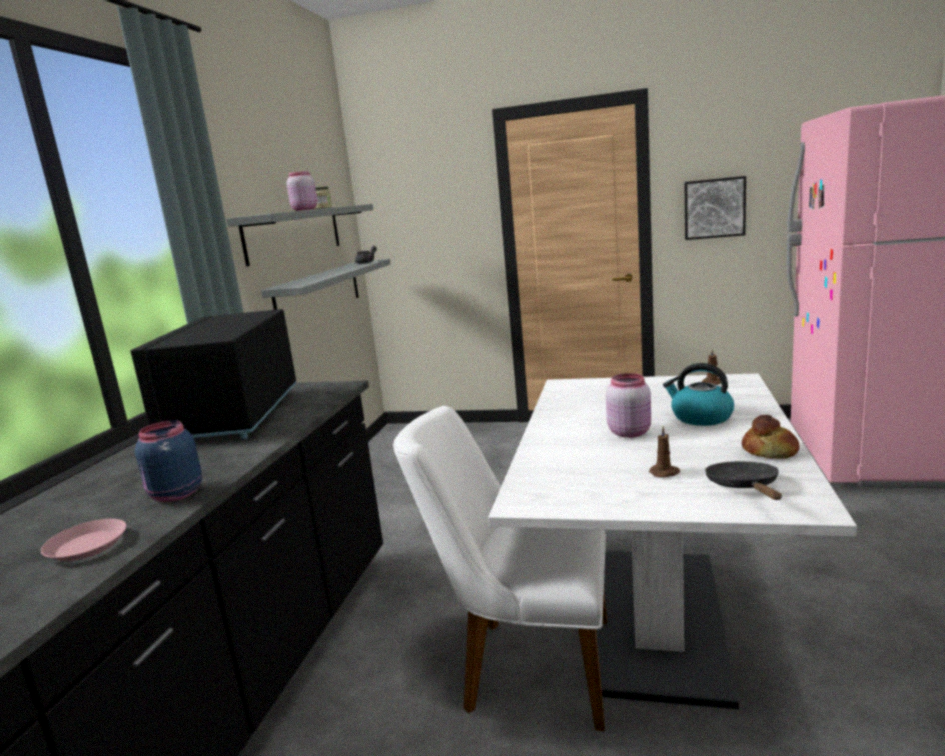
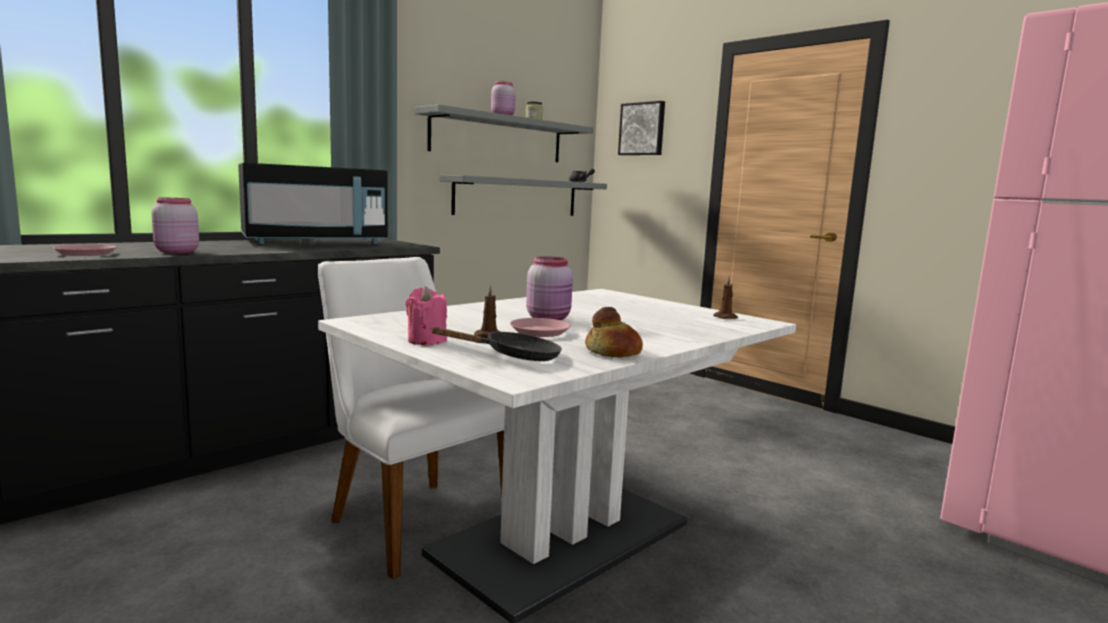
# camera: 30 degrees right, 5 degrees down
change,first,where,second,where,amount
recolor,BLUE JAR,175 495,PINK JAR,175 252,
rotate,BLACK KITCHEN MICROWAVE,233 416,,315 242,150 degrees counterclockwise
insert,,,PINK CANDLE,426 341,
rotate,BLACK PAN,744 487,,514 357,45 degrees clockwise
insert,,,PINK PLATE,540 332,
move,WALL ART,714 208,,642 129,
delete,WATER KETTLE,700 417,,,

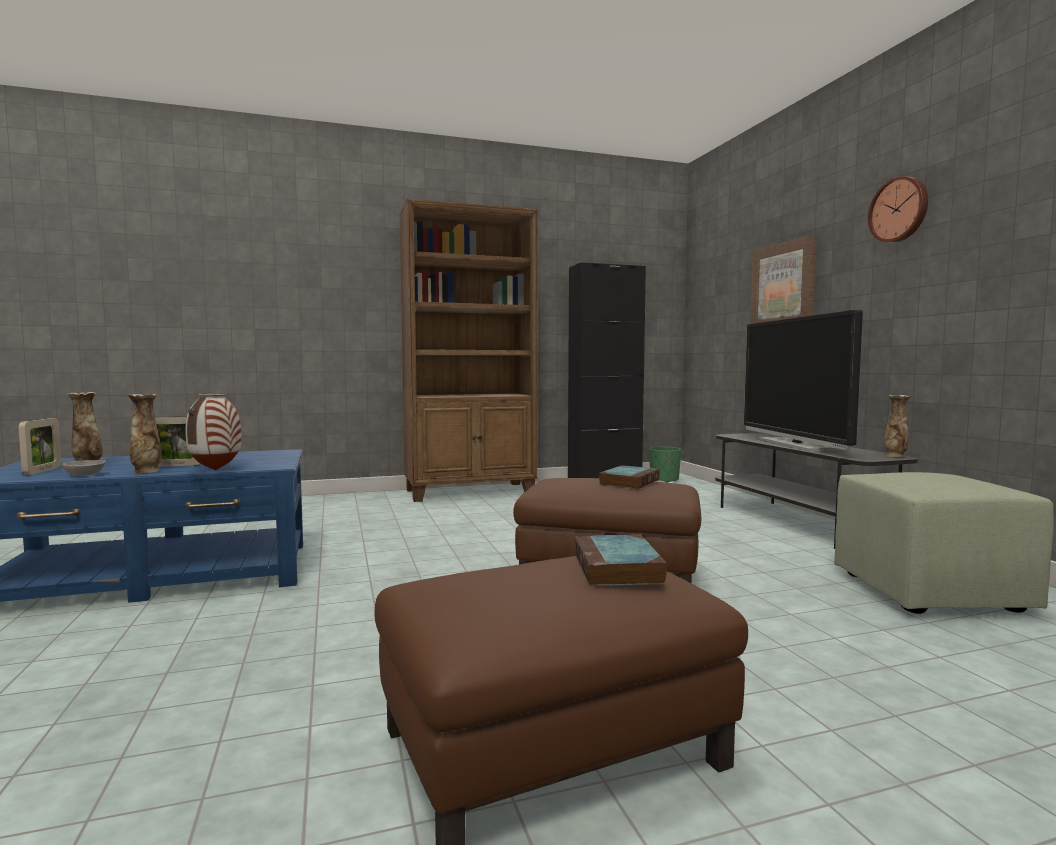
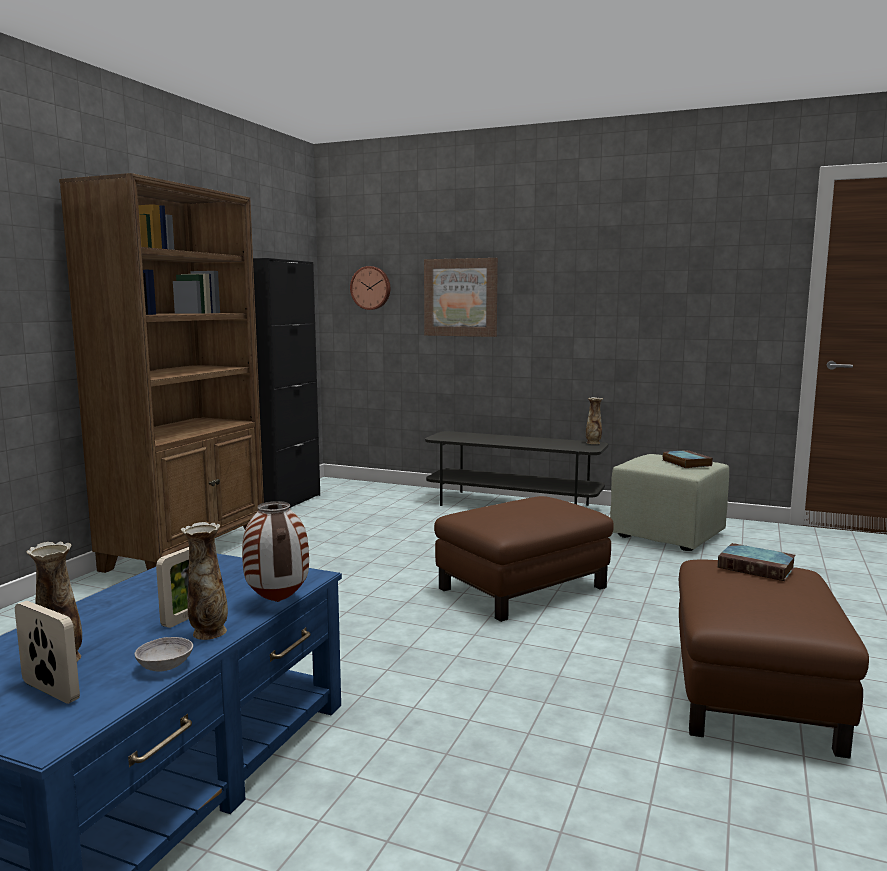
# camera: 50 degrees left, 5 degrees up
change,first,where,second,where,amount
move,HANGING CLOCK,899 210,,371 288,
move,VOLUME,629 482,,685 463,
delete,GREENISH PLANTER,664 480,,,
delete,TV,796 445,,,

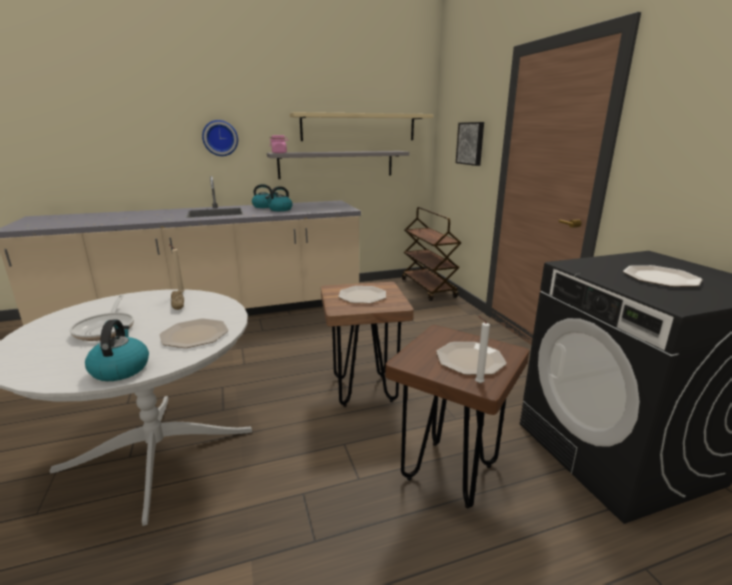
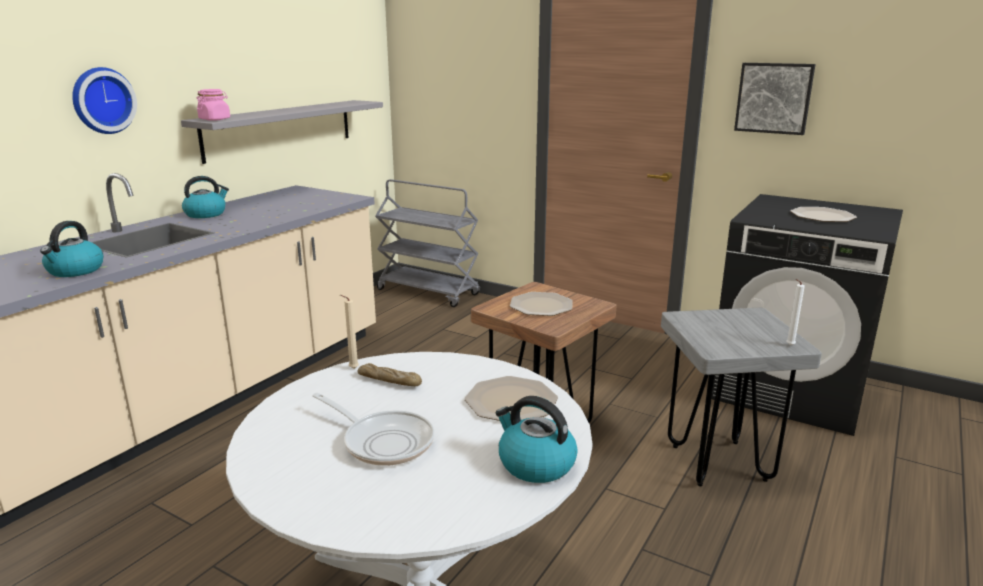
# camera: 40 degrees left, 0 degrees up
change,first,where,second,where,amount
move,WATER KETTLE,280 209,,75 271,
recolor,BROWN CART,428 288,GREYISH CART,429 292,
recolor,BROWN SITTING STOOL,449 472,GREYISH SITTING STOOL,718 463,
move,WALL ART,471 143,,774 98,
delete,BEIGE-COLOURED BRACKET SHELF,359 127,,,
delete,PLATE,470 359,,,

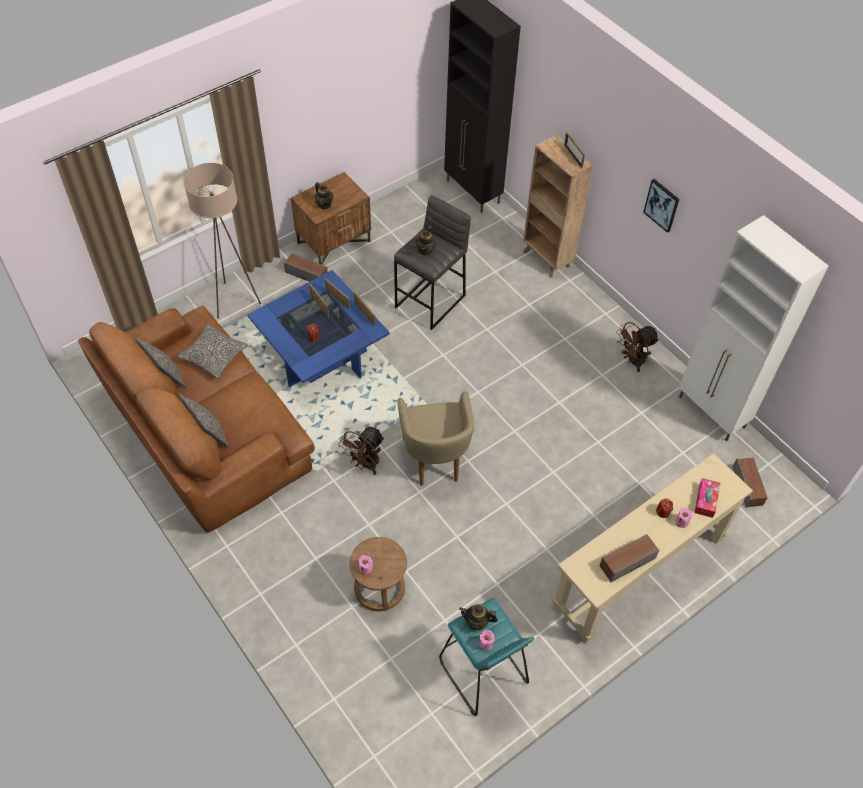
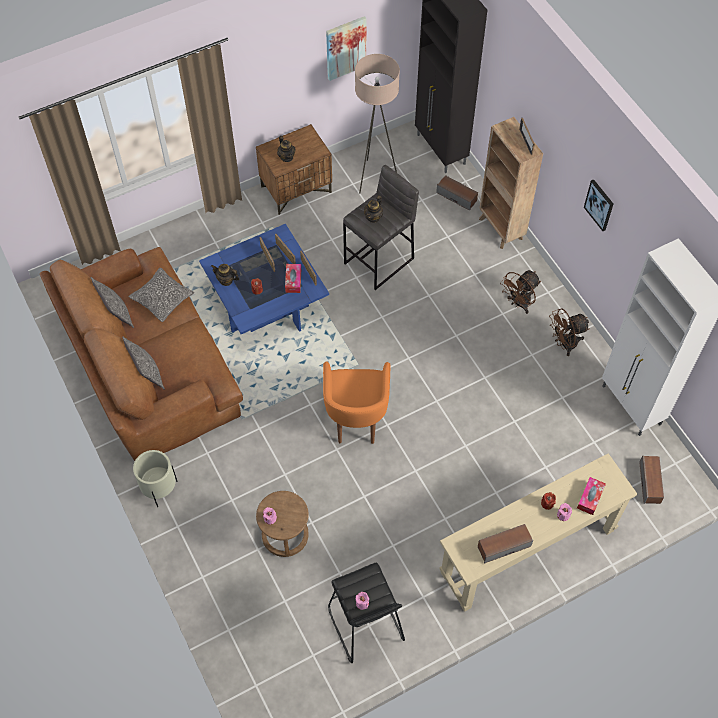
# camera: 10 degrees right, 5 degrees up
change,first,where,second,where,amount
insert,,,BEIGE-COLOURED PLANTER,159 489,
move,TEA POT,477 622,,226 280,
insert,,,TISSUE HOLDER,293 281,
recolor,BEIGE-COLOURED EASY CHAIR,434 460,ORANGE EASY CHAIR,356 420,
insert,,,WALL ART,345 47,
recolor,TURQUOISE-COLOURED SITTING STOOL,482 672,BLACK SITTING STOOL,365 625,
move,BEIGE-COLOURED FLOOR LAMP,234 301,,375 178,
move,LOUDSPEAKER,306 274,,456 196,
move,BROWN FAN,365 464,,519 304,

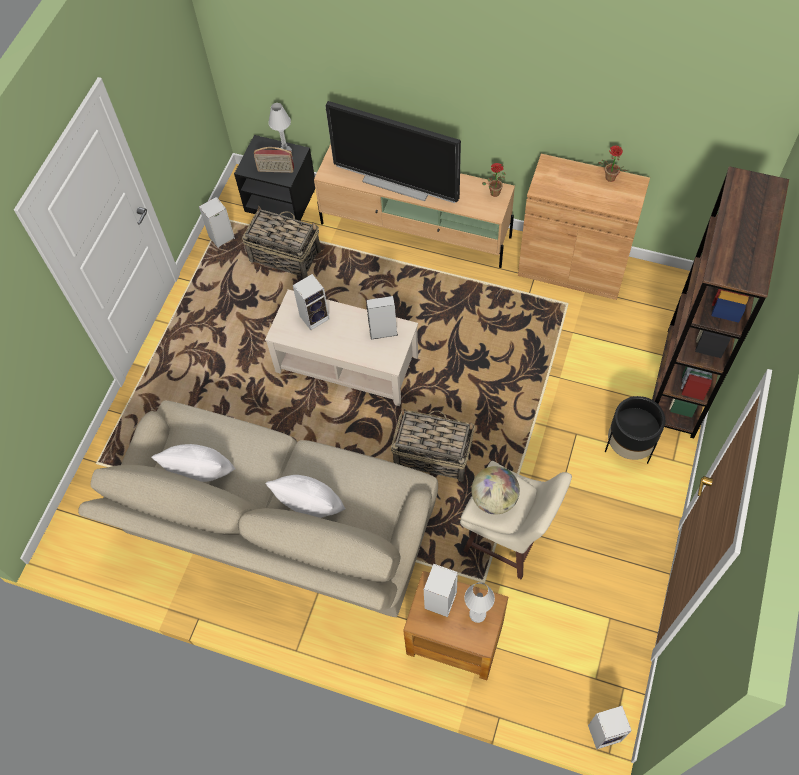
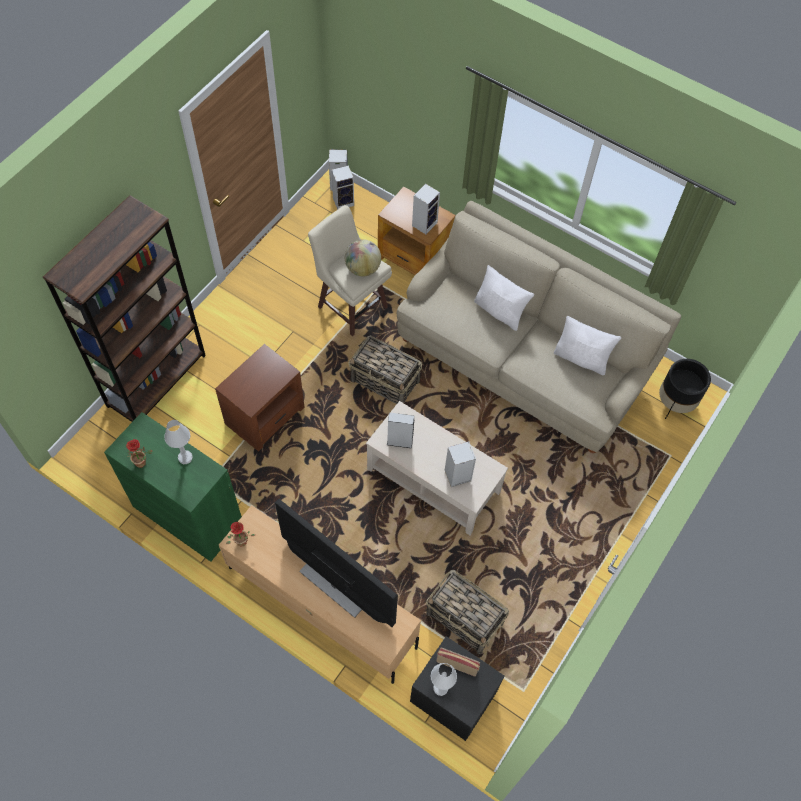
# camera: 170 degrees left, 0 degrees up
change,first,where,second,where,amount
recolor,BROWN CABINET,572 267,GREENISH CABINET,188 514,
move,WHITE-COLOURED LAMP FOR A TABLE,477 614,,185 457,
insert,,,BROWN ACCENT TABLE,265 415,
move,LOUDSPEAKER,221 239,,344 201,
move,BLACK PLANTER,628 446,,675 403,

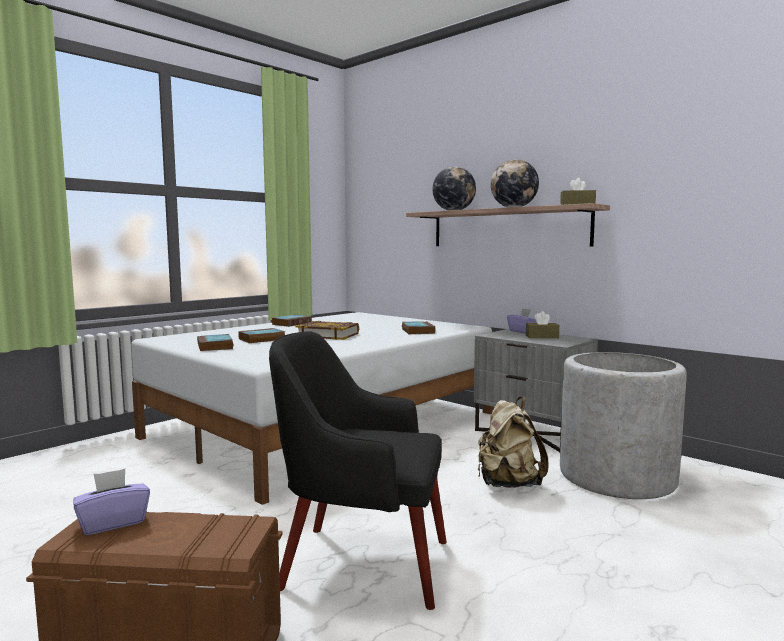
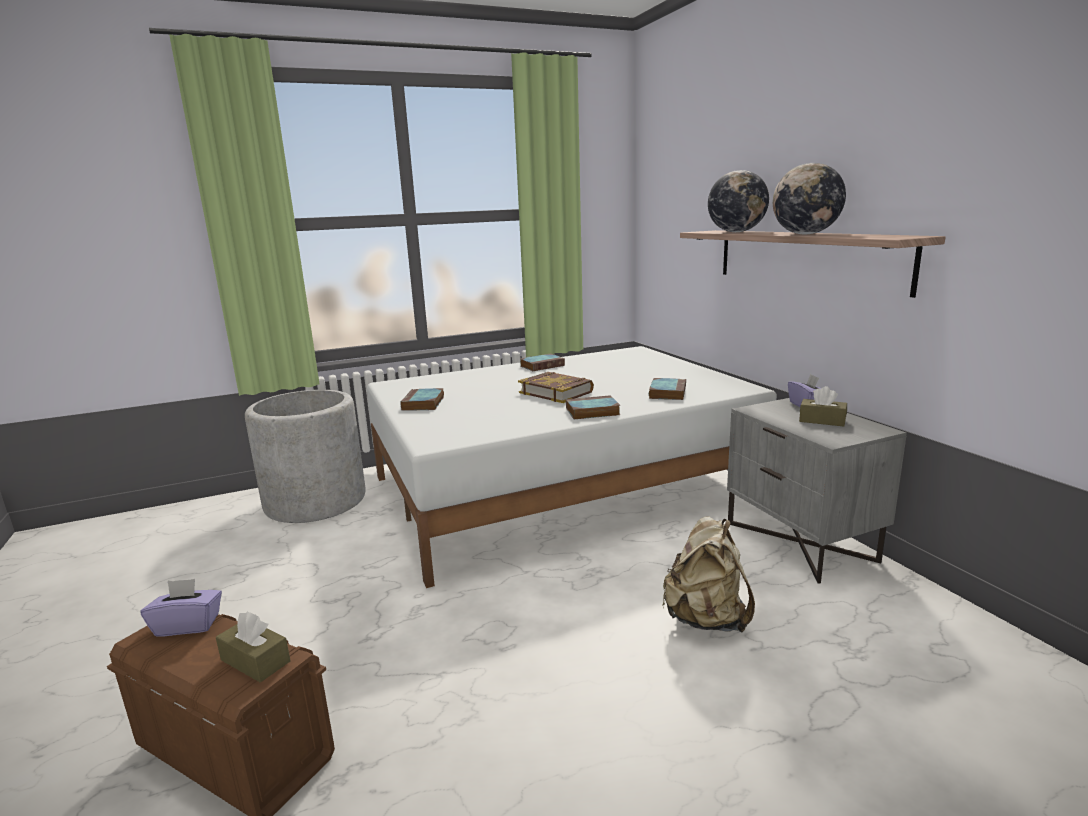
# camera: 25 degrees right, 10 degrees up
change,first,where,second,where,amount
move,BROWN TISSUE HOLDER,577 205,,255 661,
move,GREYISH PLANTER,616 476,,316 501,
move,VOLUME,261 339,,591 412,
delete,BLACK EASY CHAIR,360 563,,,

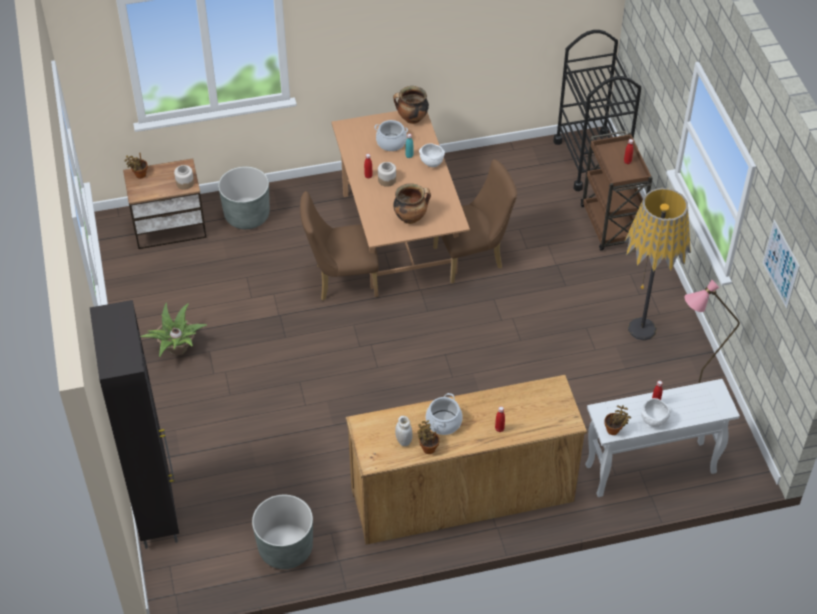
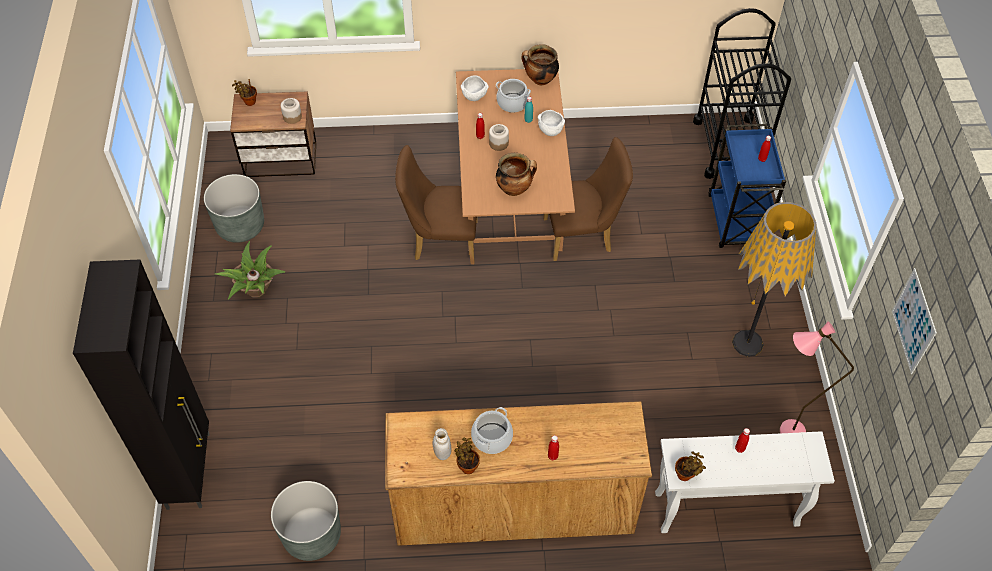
# camera: 10 degrees right, 5 degrees up
change,first,where,second,where,amount
move,GREYISH PLANTER,247 215,,240 226,
move,WHITE-COLOURED BOWL,654 419,,474 96,
recolor,BROWN CART,611 226,BLUE CART,736 222,

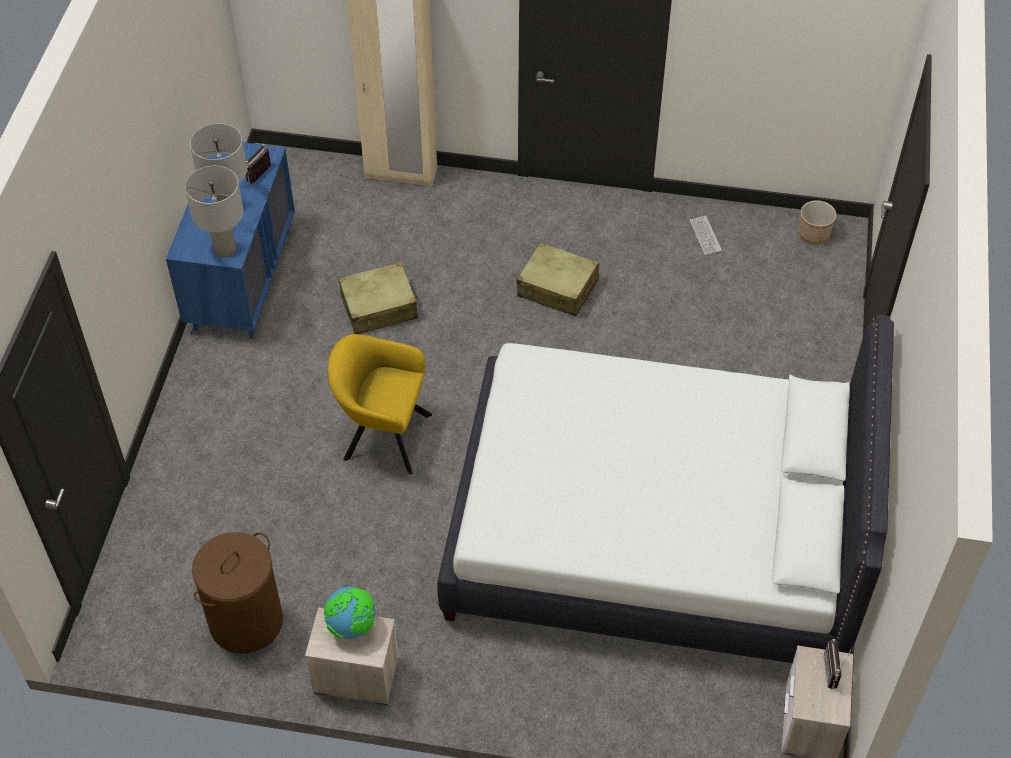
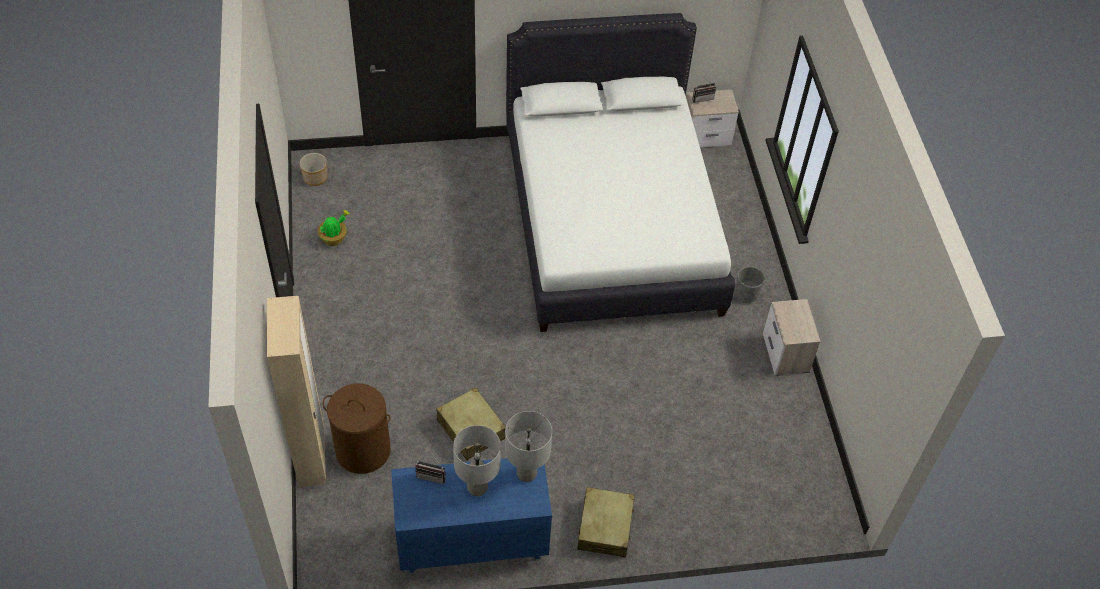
# camera: 110 degrees left, 0 degrees up
change,first,where,second,where,amount
replace,COMPUTER KEYBOARD,705 236,PLANT IN A POT,334 238,
move,BROWN LAUNDRY BASKET,246 621,,362 450,
move,BEIGE-COLOURED SUITCASE,558 288,,605 527,
insert,,,GREYISH PLANTER,746 294,
delete,WORLD GLOBE,352 626,,,
delete,YELLOW EASY CHAIR,382 435,,,

